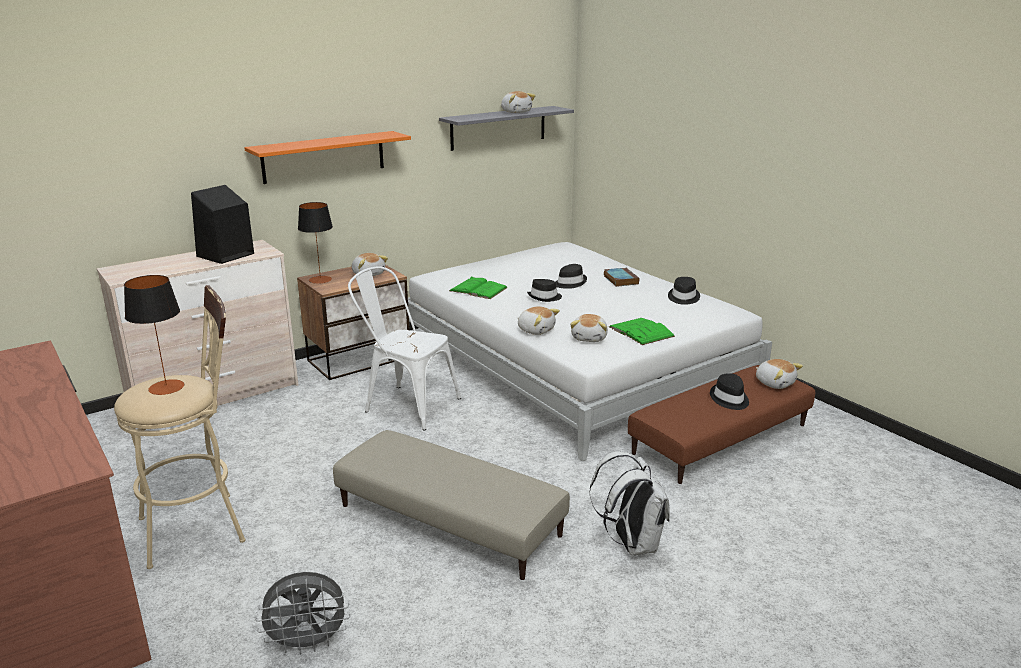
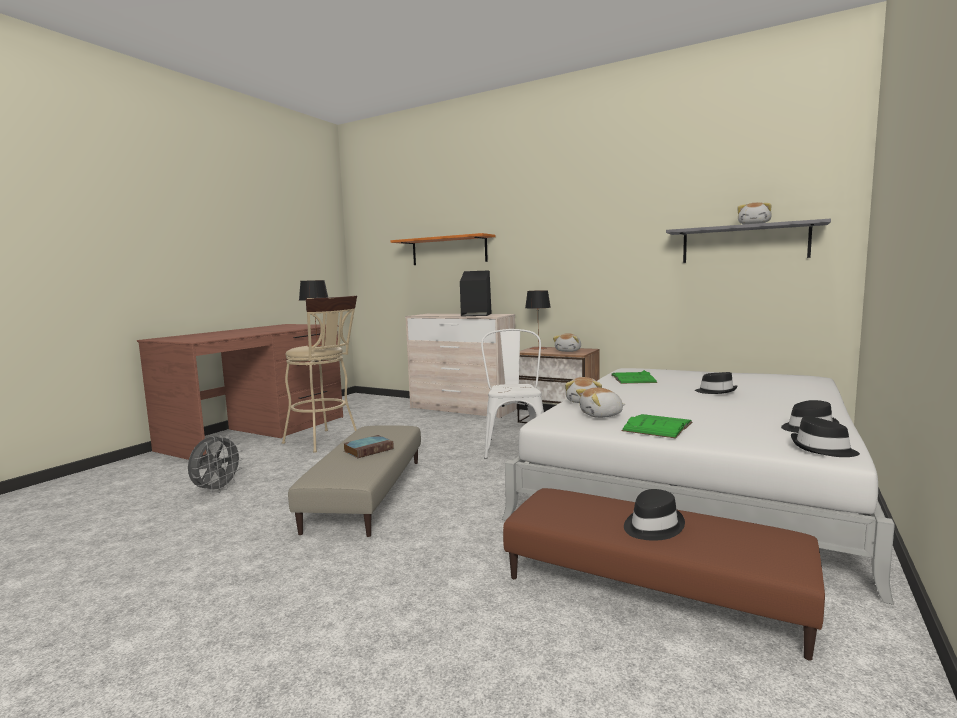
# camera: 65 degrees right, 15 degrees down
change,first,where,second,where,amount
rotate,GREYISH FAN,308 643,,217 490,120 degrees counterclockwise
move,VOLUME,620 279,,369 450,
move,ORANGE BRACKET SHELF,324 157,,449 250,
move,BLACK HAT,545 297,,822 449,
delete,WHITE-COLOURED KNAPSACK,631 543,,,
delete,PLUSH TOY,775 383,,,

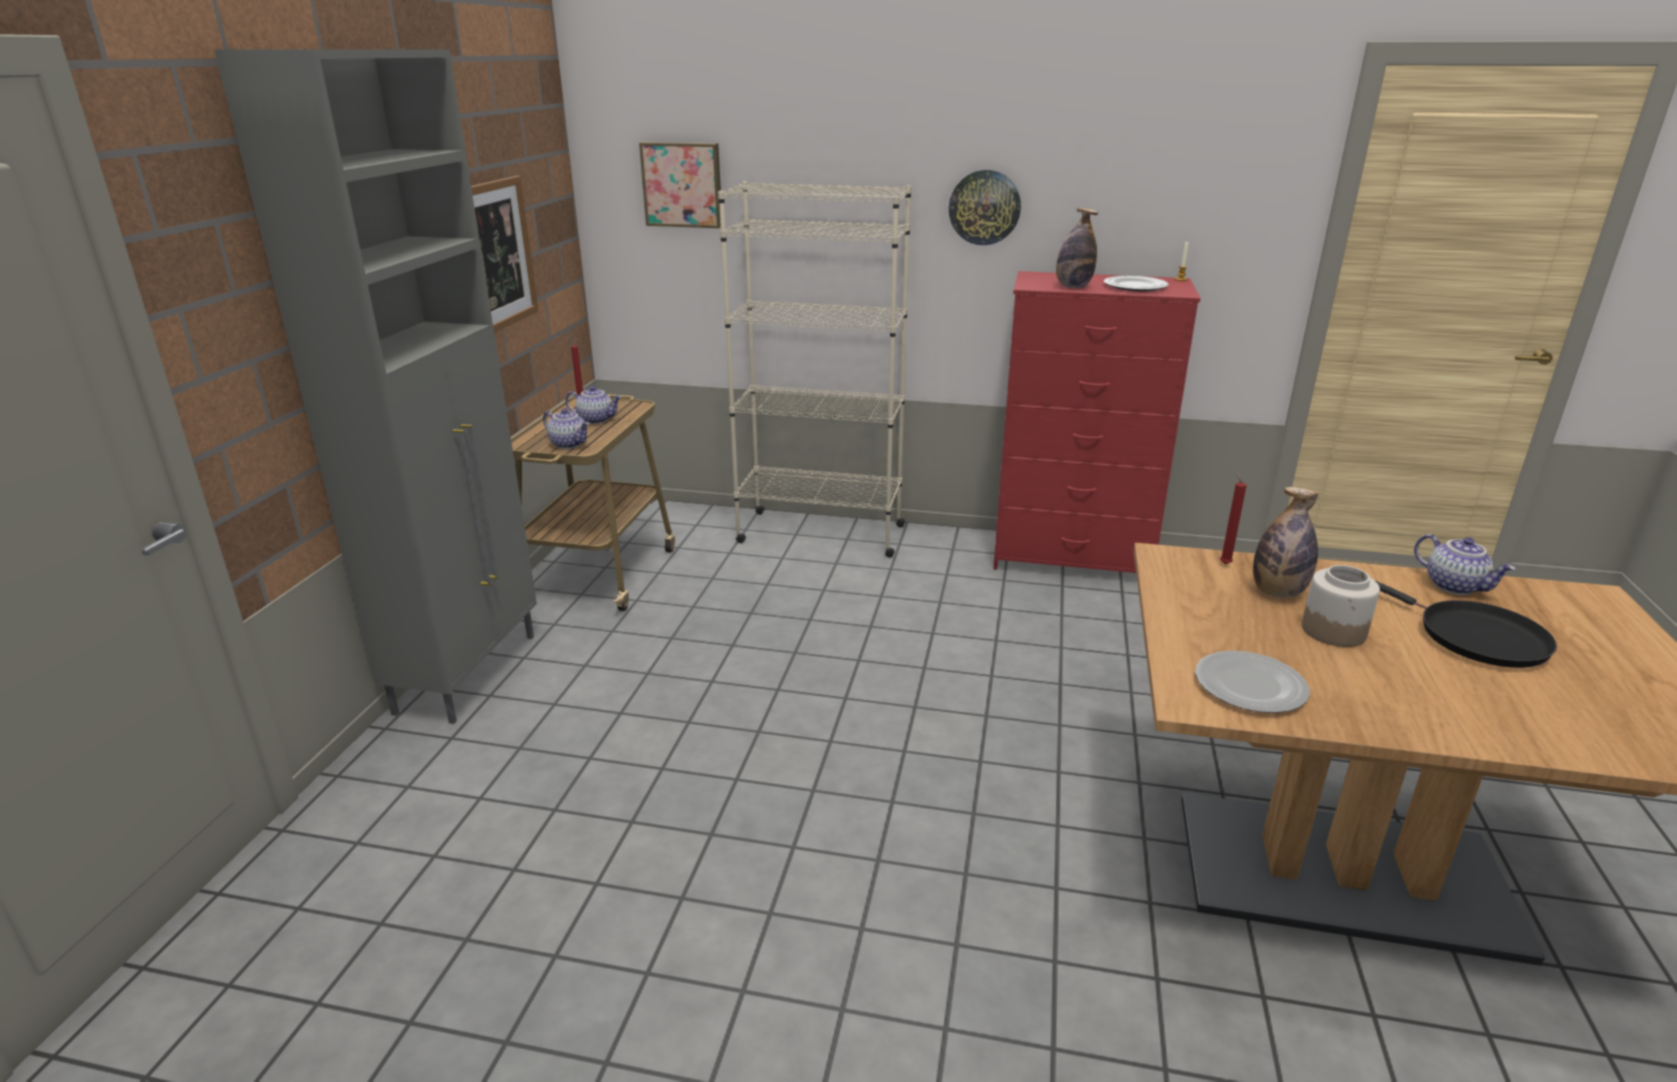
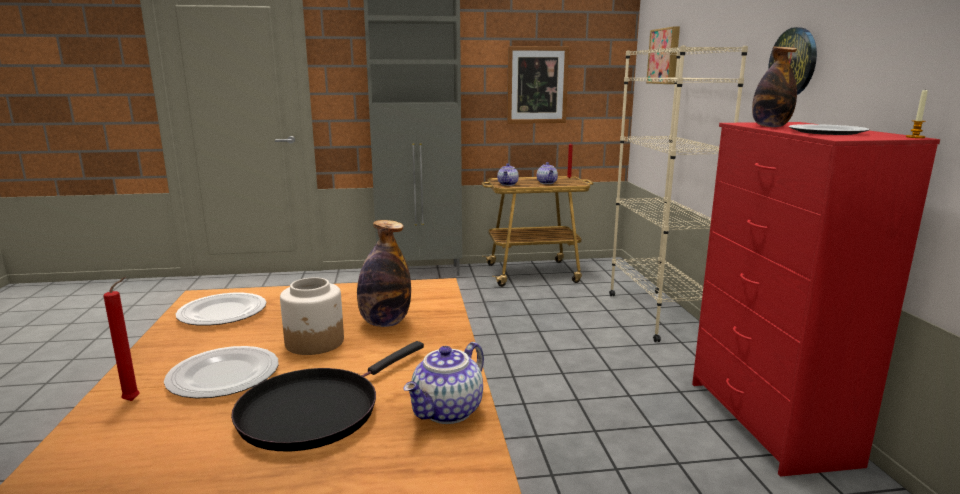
# camera: 70 degrees right, 10 degrees down
change,first,where,second,where,amount
move,RED-COLOURED CANDLE,1224 563,,134 400,
insert,,,PLATE,224 376,

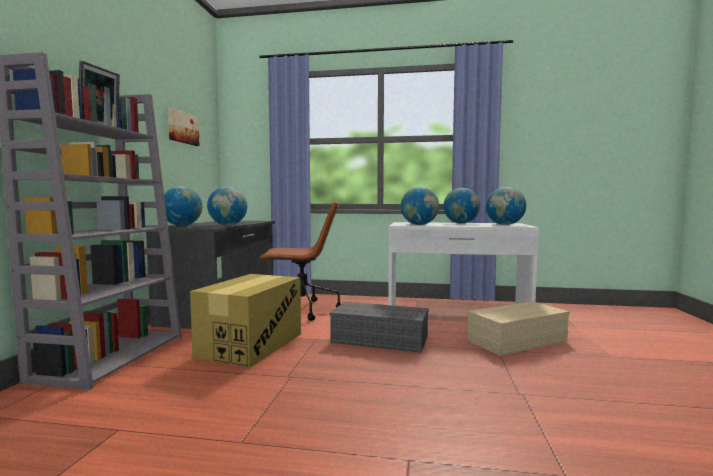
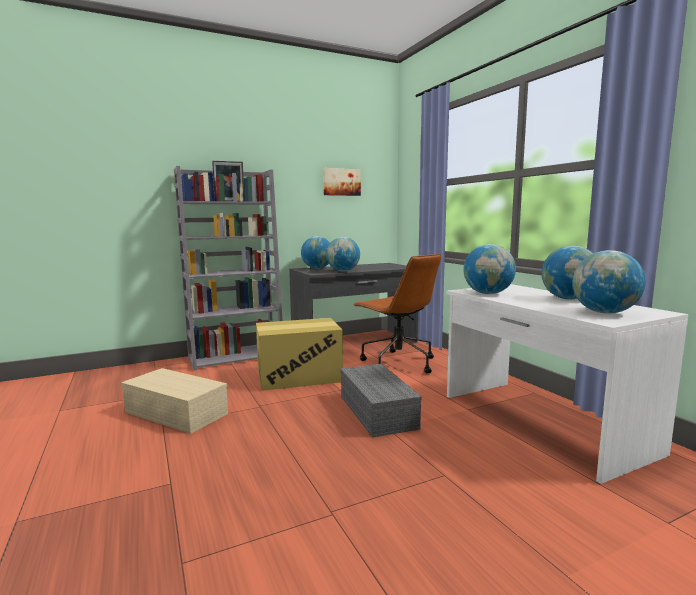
# camera: 55 degrees right, 5 degrees up
change,first,where,second,where,amount
move,BEIGE-COLOURED STORAGE CONTAINER,517 340,,178 413,

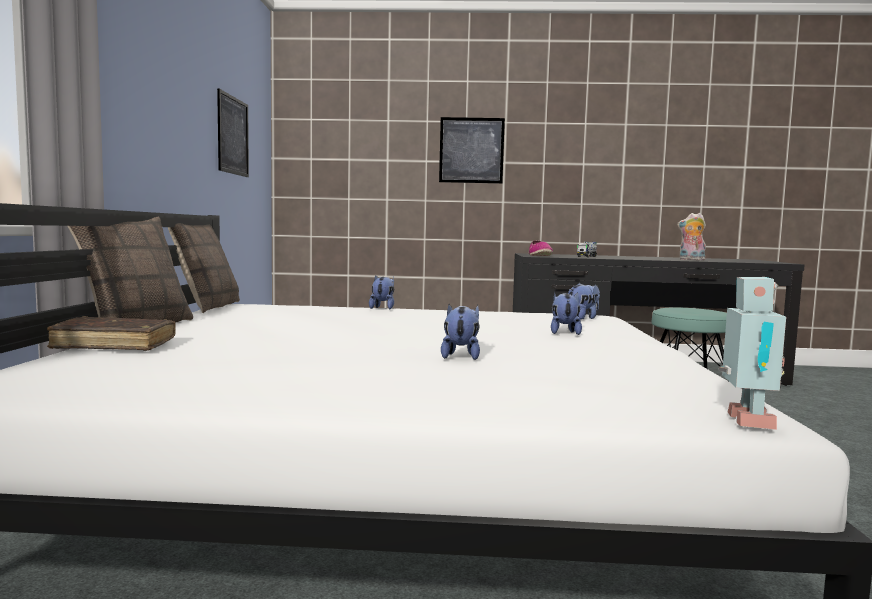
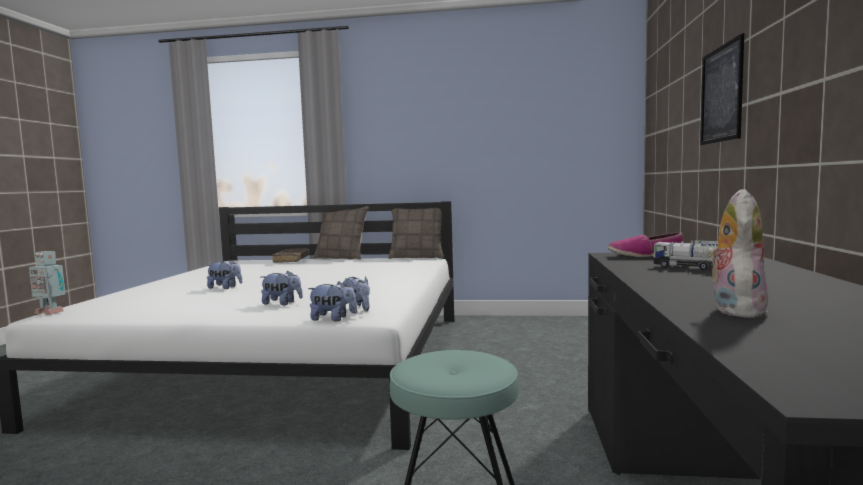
# camera: 95 degrees right, 0 degrees up
change,first,where,second,where,amount
move,PLUSH TOY,383 308,,333 319,
delete,WALL ART,233 135,,,

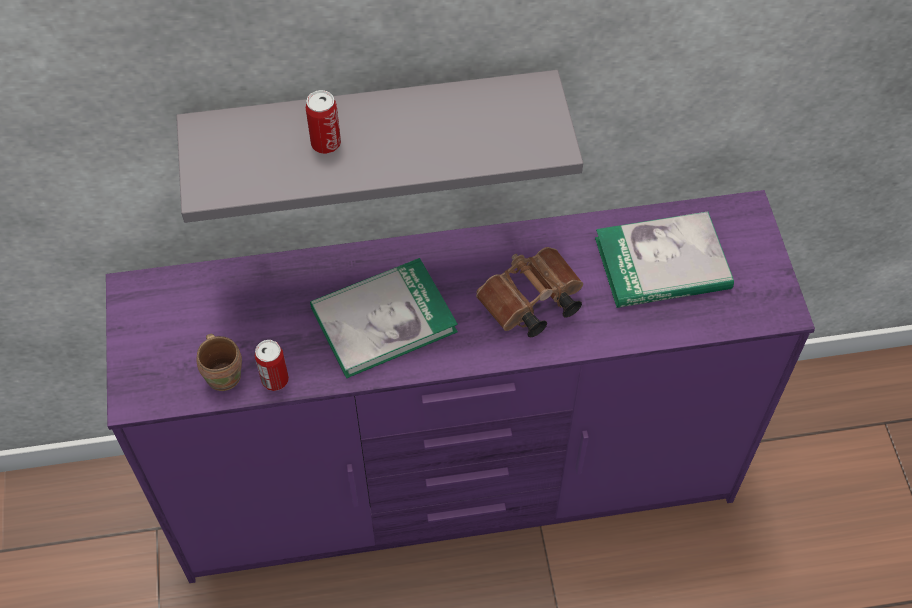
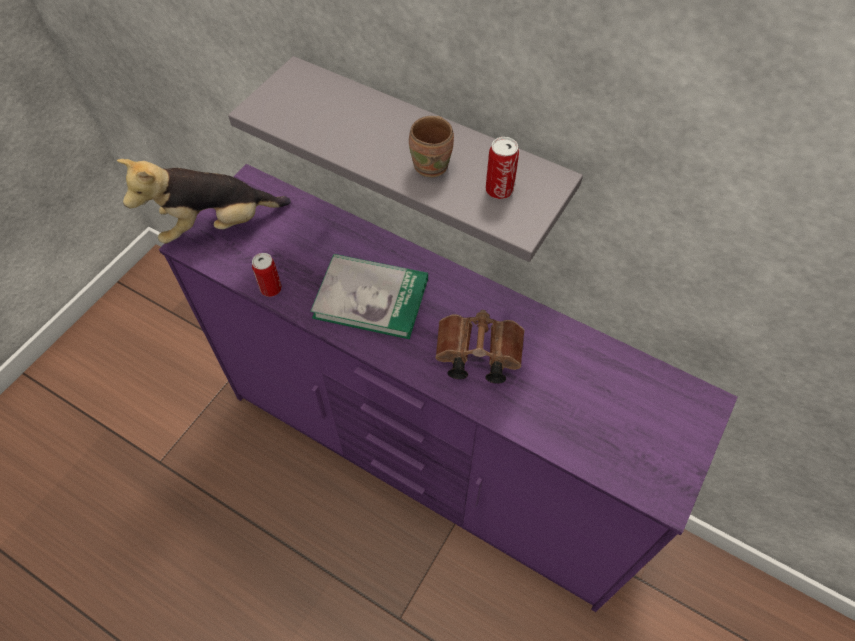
# camera: 40 degrees right, 0 degrees up
change,first,where,second,where,amount
insert,,,PLUSH TOY,217 226,
move,BROWN MUG,225 374,,433 165,
move,METAL CAN,326 143,,499 190,
delete,VOLUME,662 264,,,

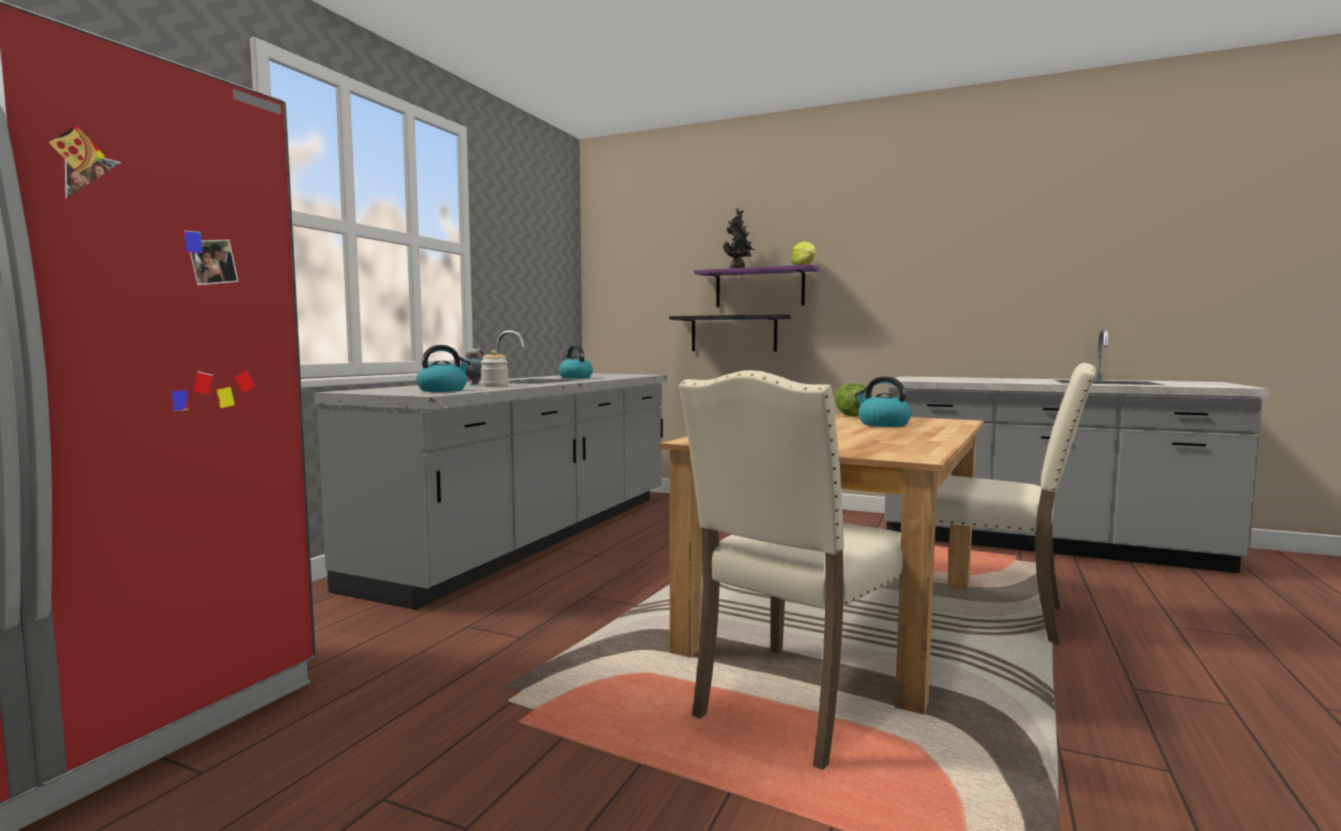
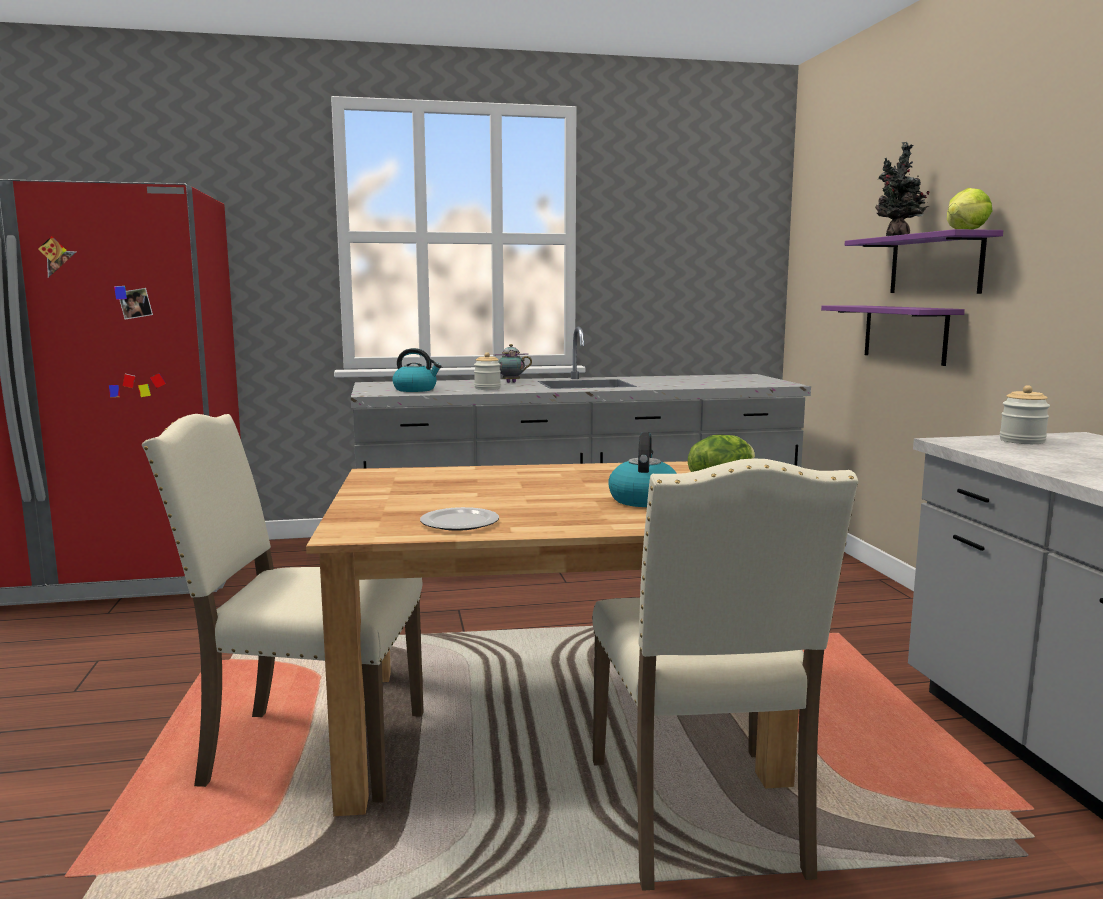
# camera: 55 degrees right, 5 degrees up
change,first,where,second,where,amount
insert,,,PLATE,460 522,
recolor,BLACK BRACKET SHELF,733 333,PURPLE BRACKET SHELF,904 333,
insert,,,JAR,1022 441,
delete,WATER KETTLE,575 377,,,

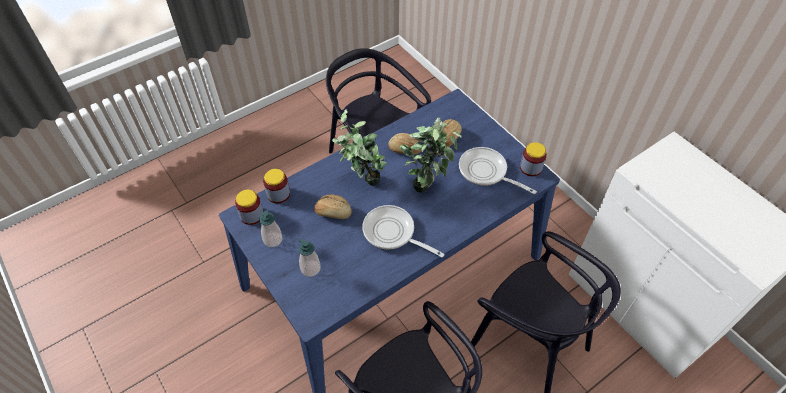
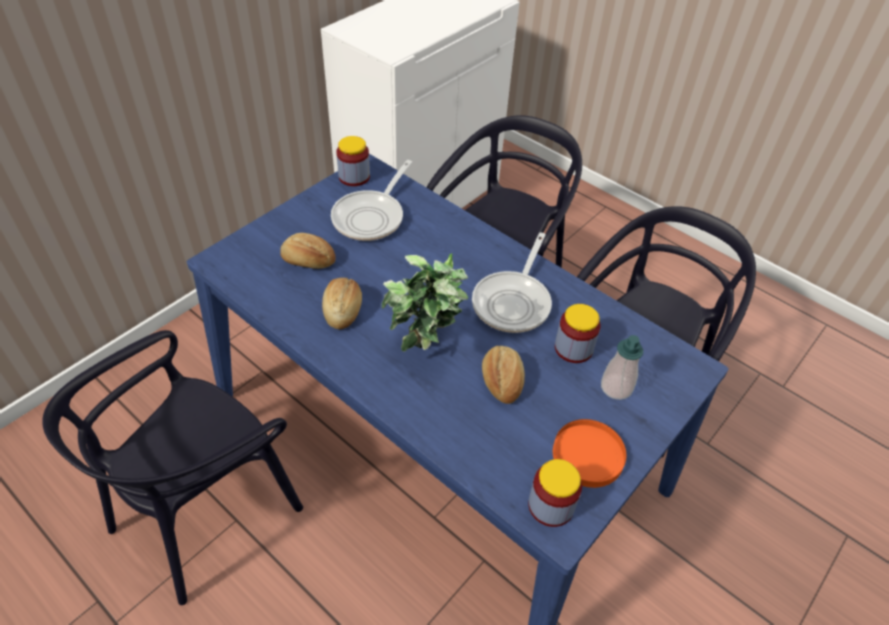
# camera: 105 degrees left, 5 degrees down
change,first,where,second,where,amount
replace,SOAP DISPENSER,273 239,ORANGE PLATE,587 455,
move,JAR,278 194,,573 348,
delete,PLANT IN A POT,427 183,,,

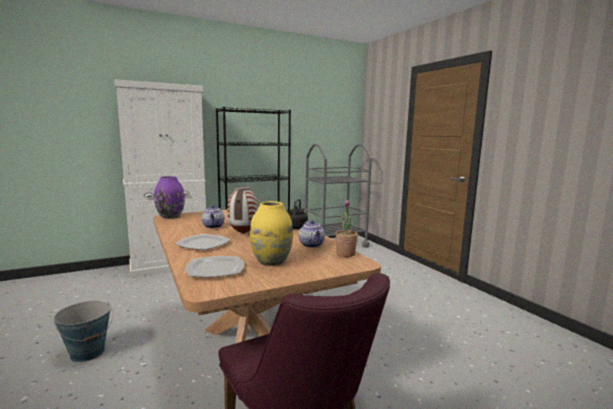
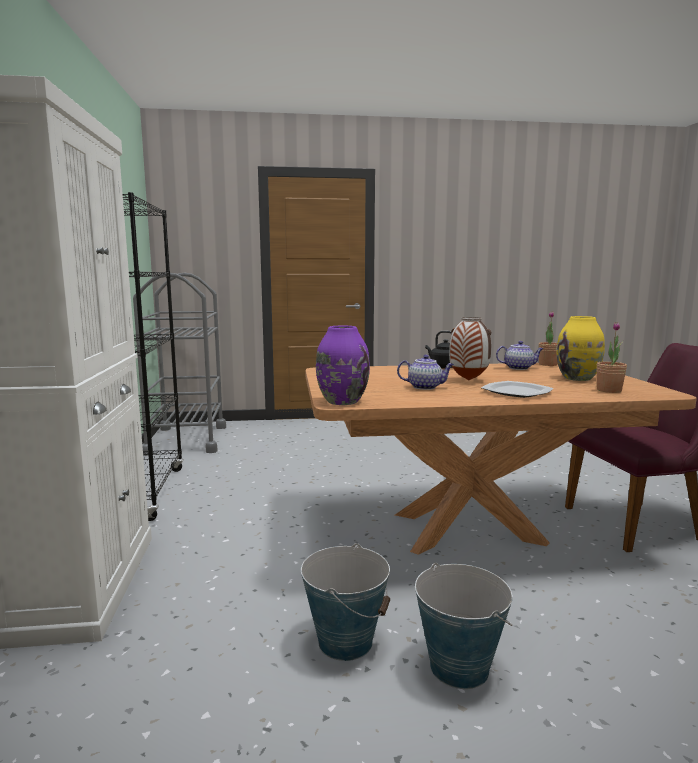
# camera: 70 degrees left, 0 degrees up
change,first,where,second,where,amount
insert,,,PAIL,345 641,
replace,PLATE,216 269,PLANT IN A POT,609 390,

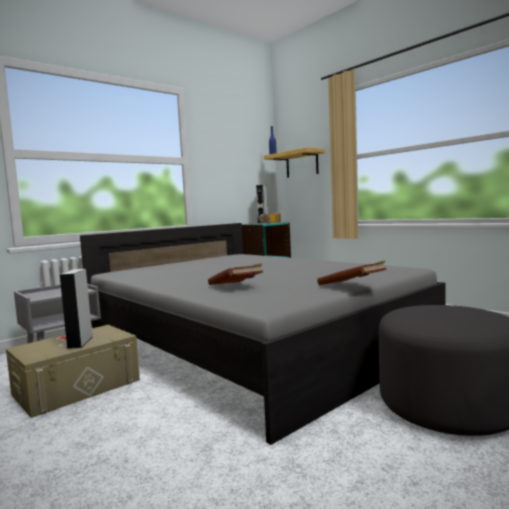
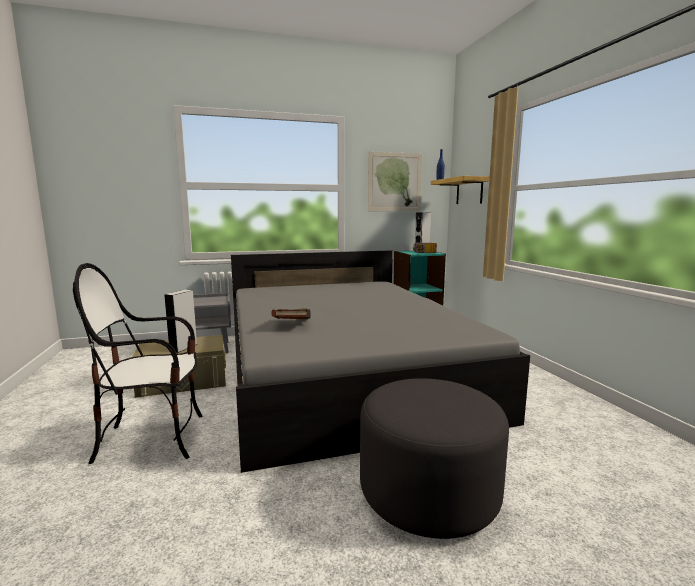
# camera: 25 degrees right, 5 degrees up
change,first,where,second,where,amount
insert,,,CHAIR,153 439,
insert,,,WALL ART,394 182,
delete,BROWN VOLUME,352 286,,,

